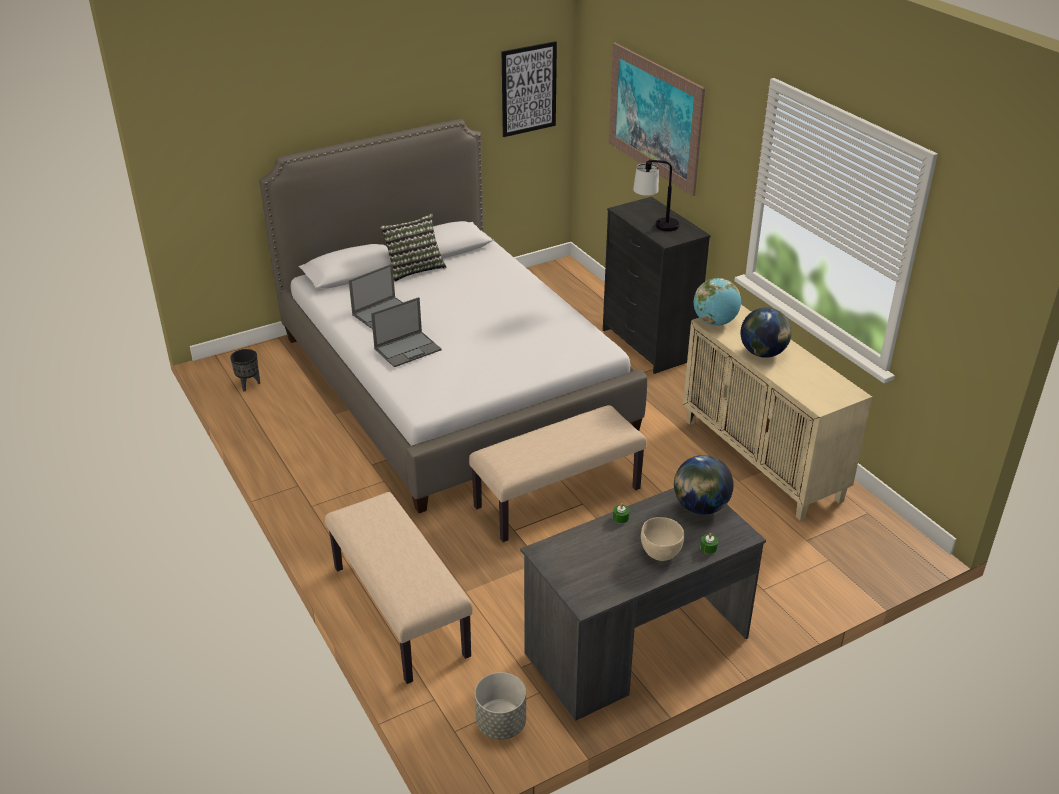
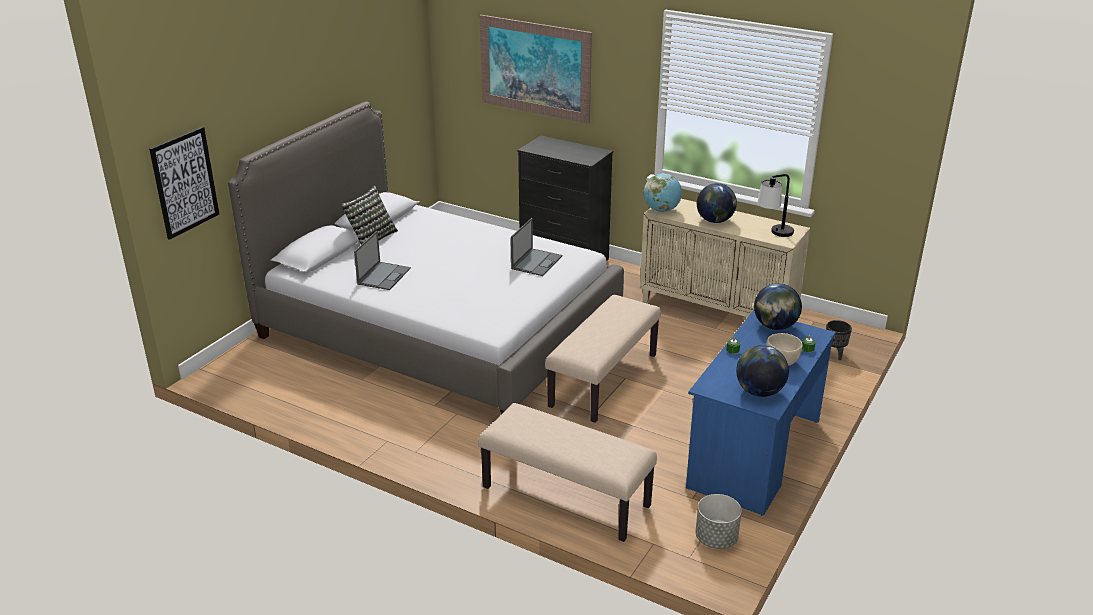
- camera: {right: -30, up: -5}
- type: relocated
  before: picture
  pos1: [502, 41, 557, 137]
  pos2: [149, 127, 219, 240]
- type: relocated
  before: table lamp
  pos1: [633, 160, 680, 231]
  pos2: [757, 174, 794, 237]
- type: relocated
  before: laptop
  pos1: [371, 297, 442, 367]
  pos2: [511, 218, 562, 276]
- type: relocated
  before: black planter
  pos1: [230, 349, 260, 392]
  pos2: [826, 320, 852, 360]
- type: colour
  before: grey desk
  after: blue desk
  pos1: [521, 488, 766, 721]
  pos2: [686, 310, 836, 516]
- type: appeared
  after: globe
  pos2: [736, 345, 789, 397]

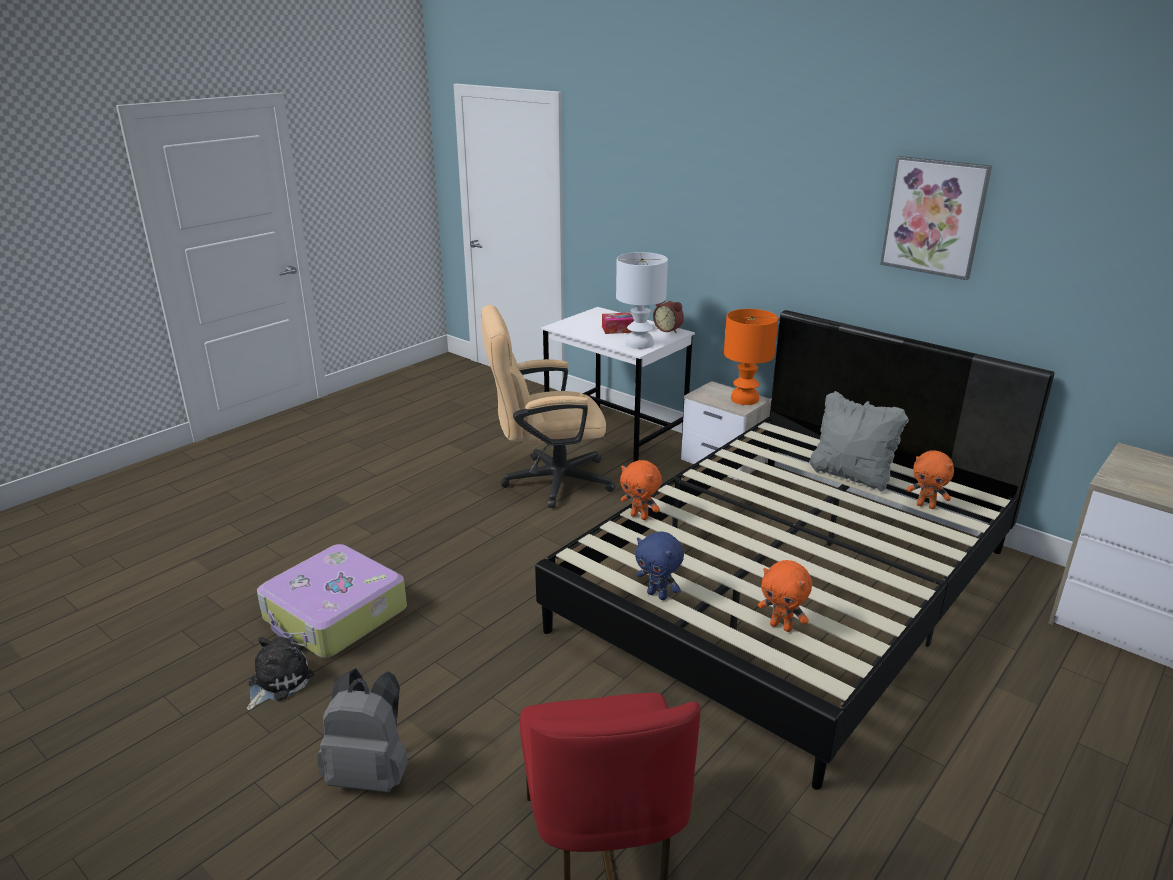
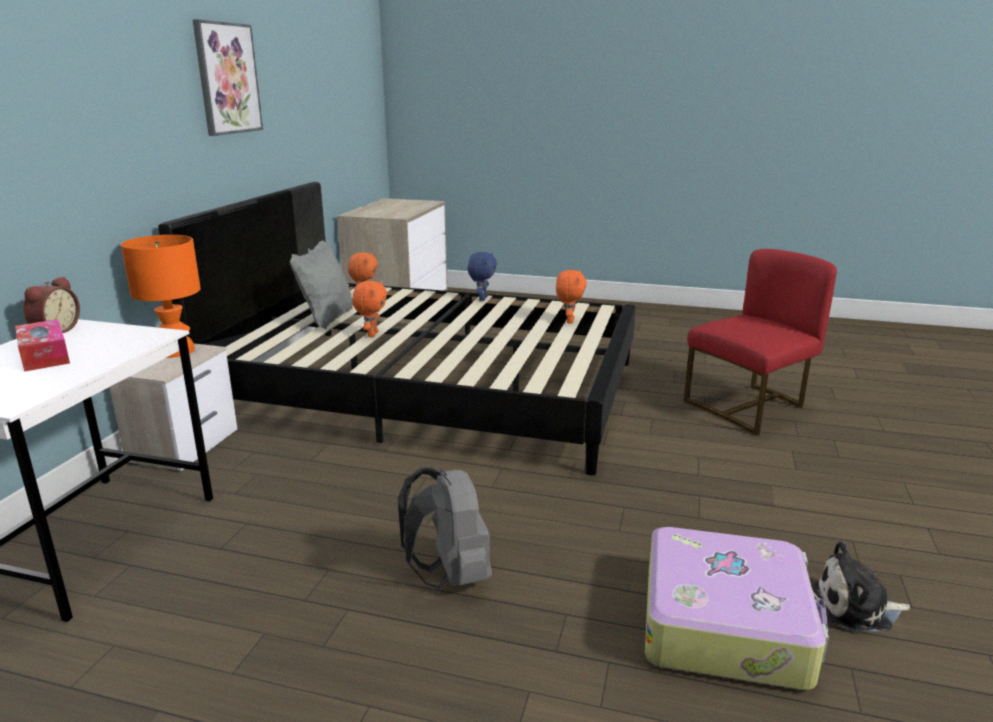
- camera: {right: -115, up: -5}
- type: missing
  before: white table lamp
  pos1: [616, 252, 668, 349]
- type: missing
  before: beige office chair
  pos1: [481, 305, 616, 508]
- type: relocated
  before: orange plush toy
  pos1: [620, 460, 662, 520]
  pos2: [352, 281, 387, 337]
- type: relocated
  before: blue plush toy
  pos1: [635, 532, 684, 600]
  pos2: [467, 252, 497, 301]
- type: relocated
  before: grey backpack
  pos1: [317, 668, 408, 792]
  pos2: [398, 468, 492, 588]

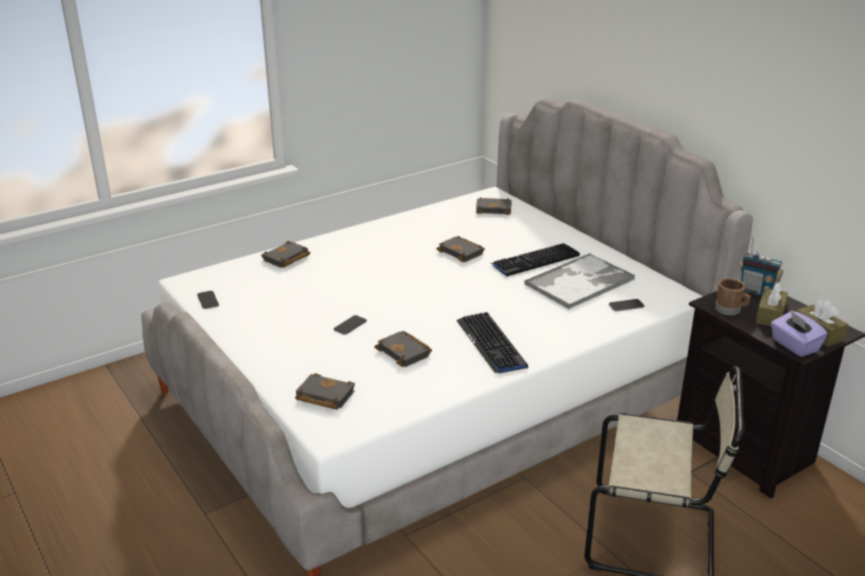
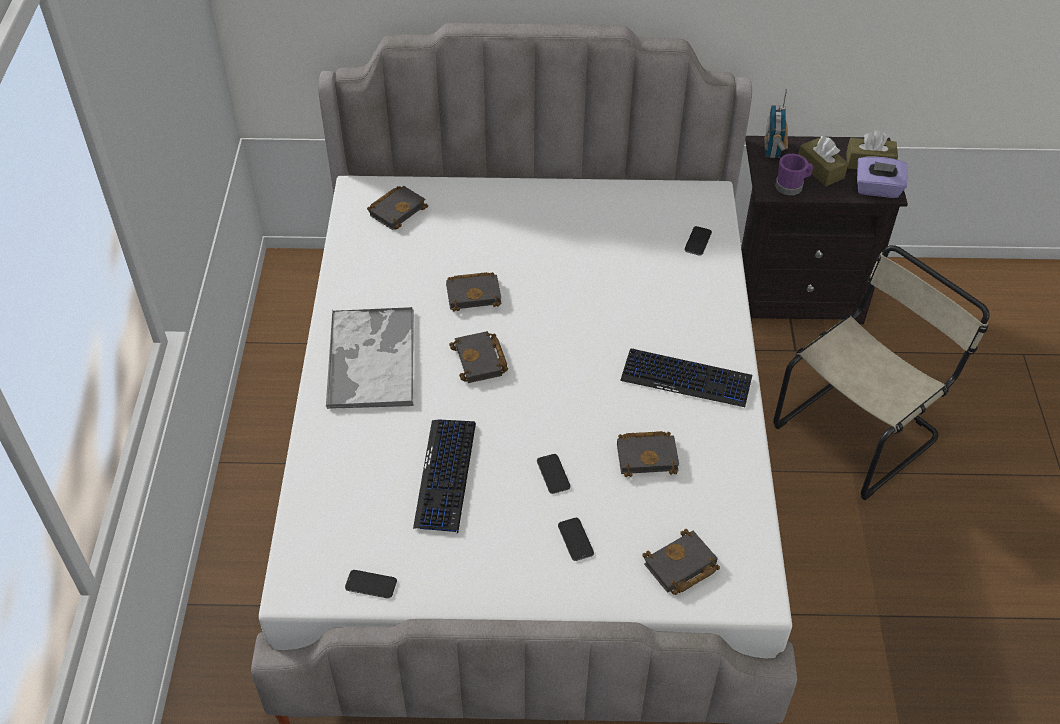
- camera: {right: -55, up: 20}
- type: spun
  before: radio
  pos1: [739, 236, 783, 296]
  pos2: [764, 89, 788, 158]
  turn: 120
- type: relocated
  before: black book
  pos1: [261, 241, 310, 268]
  pos2: [449, 331, 508, 383]
- type: relocated
  before: keyboard
  pos1: [490, 243, 580, 277]
  pos2: [413, 419, 476, 533]
- type: relocated
  before: tray
  pos1: [524, 253, 635, 310]
  pos2: [326, 307, 414, 409]
- type: colour
  before: brown mug
  after: purple mug
  pos1: [715, 278, 751, 315]
  pos2: [775, 154, 813, 195]
- type: appeared
  after: phone
  pos2: [558, 518, 594, 561]

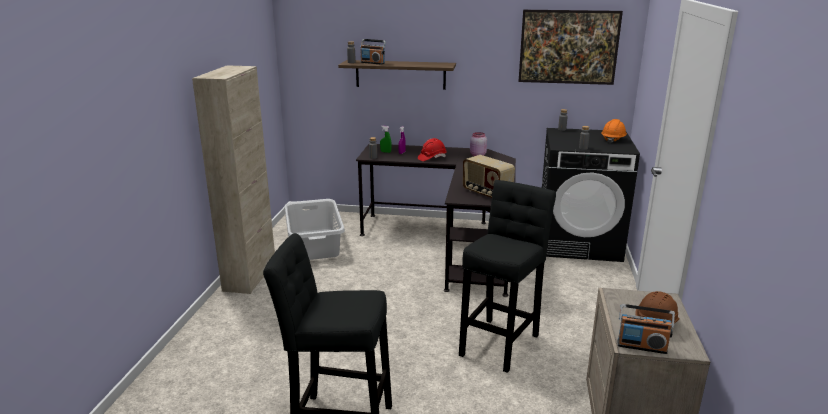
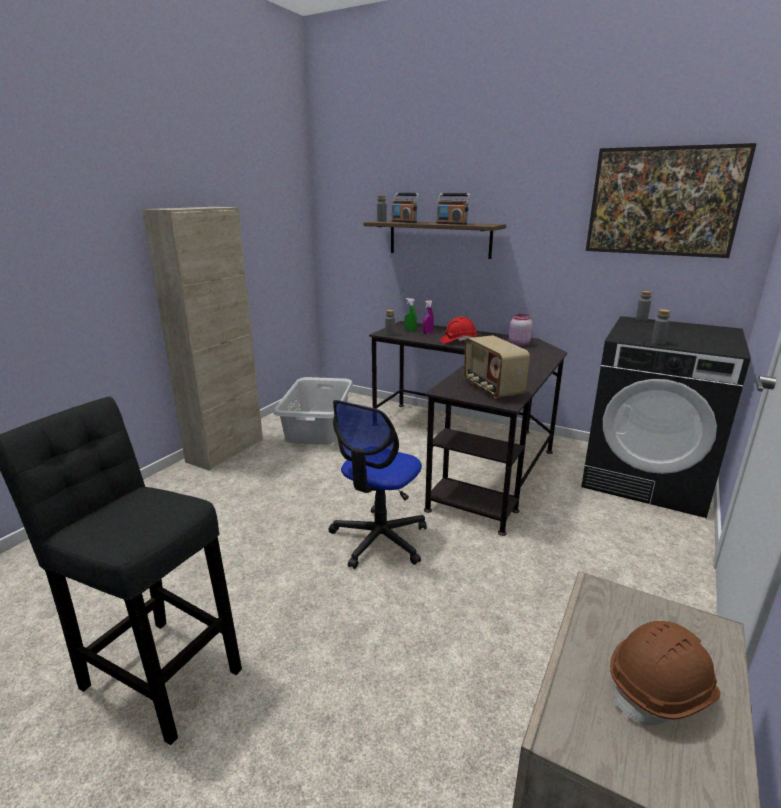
- camera: {right: 20, up: 0}
- type: missing
  before: orange hard hat
  pos1: [601, 119, 627, 143]
- type: missing
  before: black stool
  pos1: [459, 180, 556, 373]
- type: relocated
  before: radio
  pos1: [618, 304, 675, 354]
  pos2: [436, 193, 471, 225]
- type: appeared
  after: office chair
  pos2: [328, 400, 427, 569]

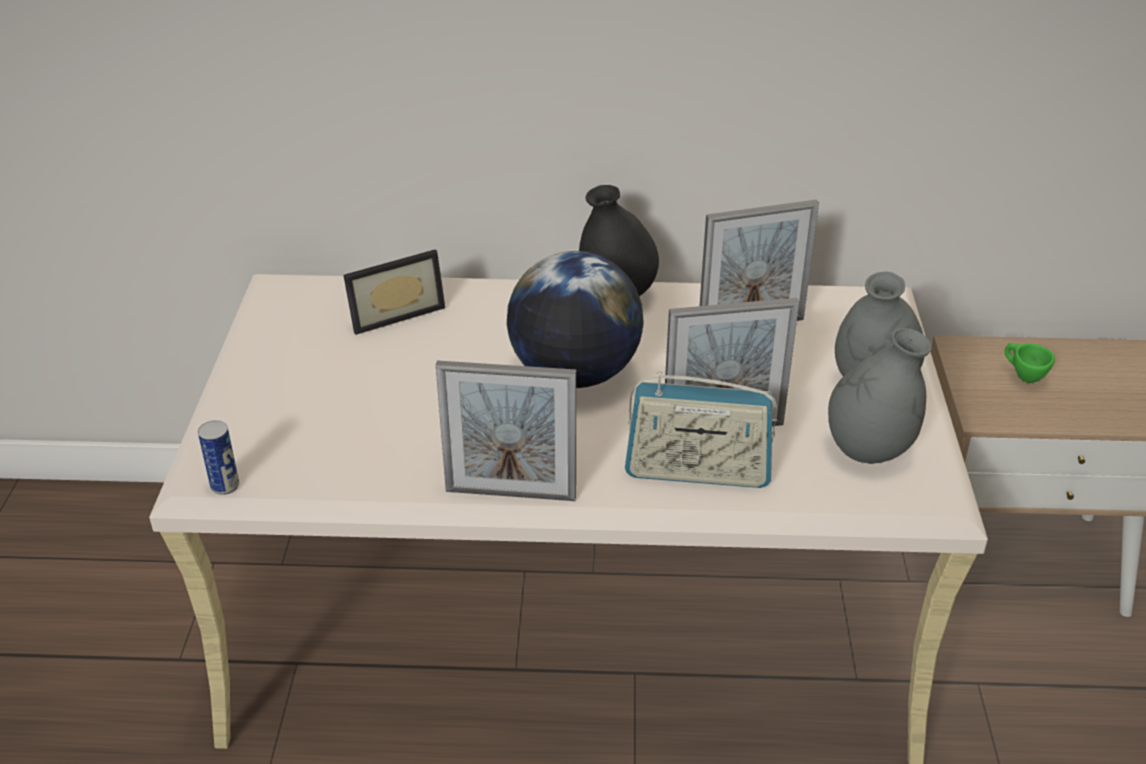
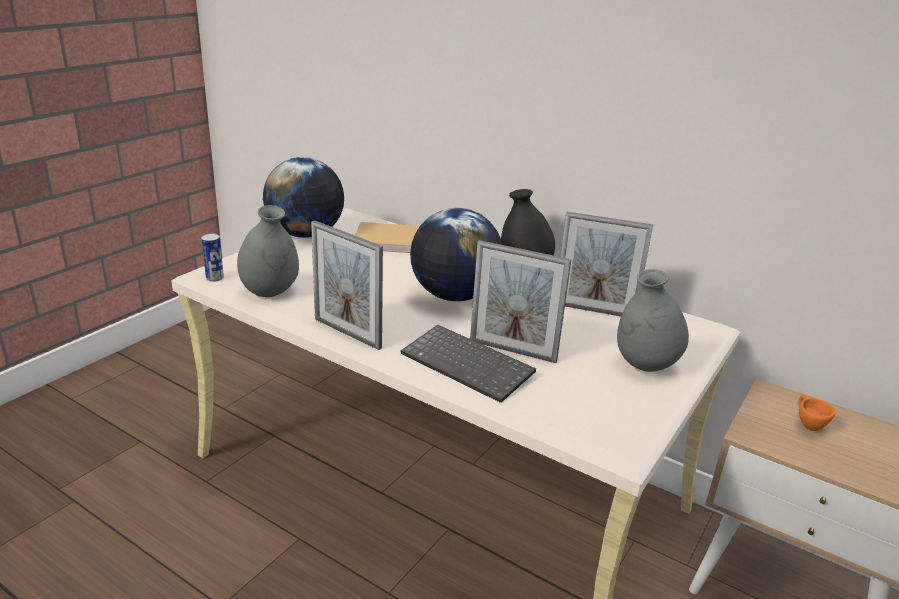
- camera: {right: 30, up: -10}
- type: exchanged
  before: picture frame
  after: beige book
  pos1: [343, 249, 445, 335]
  pos2: [355, 222, 420, 253]
- type: relocated
  before: grey vase
  pos1: [828, 328, 931, 464]
  pos2: [237, 205, 299, 297]
- type: colour
  before: green cup
  after: orange cup
  pos1: [1004, 343, 1055, 383]
  pos2: [798, 394, 836, 431]
- type: exchanged
  before: radio
  after: keyboard
  pos1: [625, 371, 777, 488]
  pos2: [401, 325, 536, 403]
- type: appeared
  after: globe
  pos2: [263, 157, 344, 238]

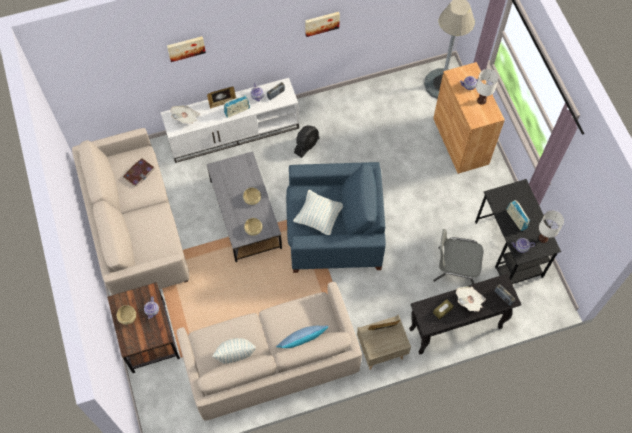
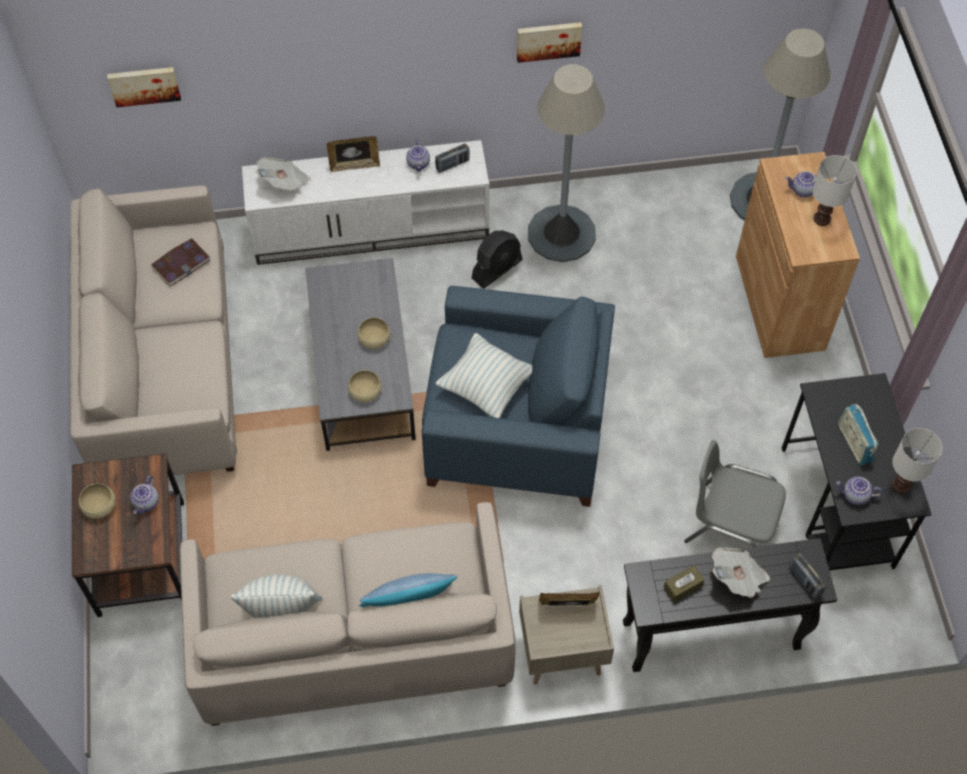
- camera: {right: 10, up: -5}
- type: relocated
  before: picture
  pos1: [167, 36, 206, 62]
  pos2: [107, 67, 181, 107]
- type: missing
  before: radio
  pos1: [224, 95, 250, 118]
- type: appeared
  after: grey floor lamp
  pos2: [528, 64, 605, 262]

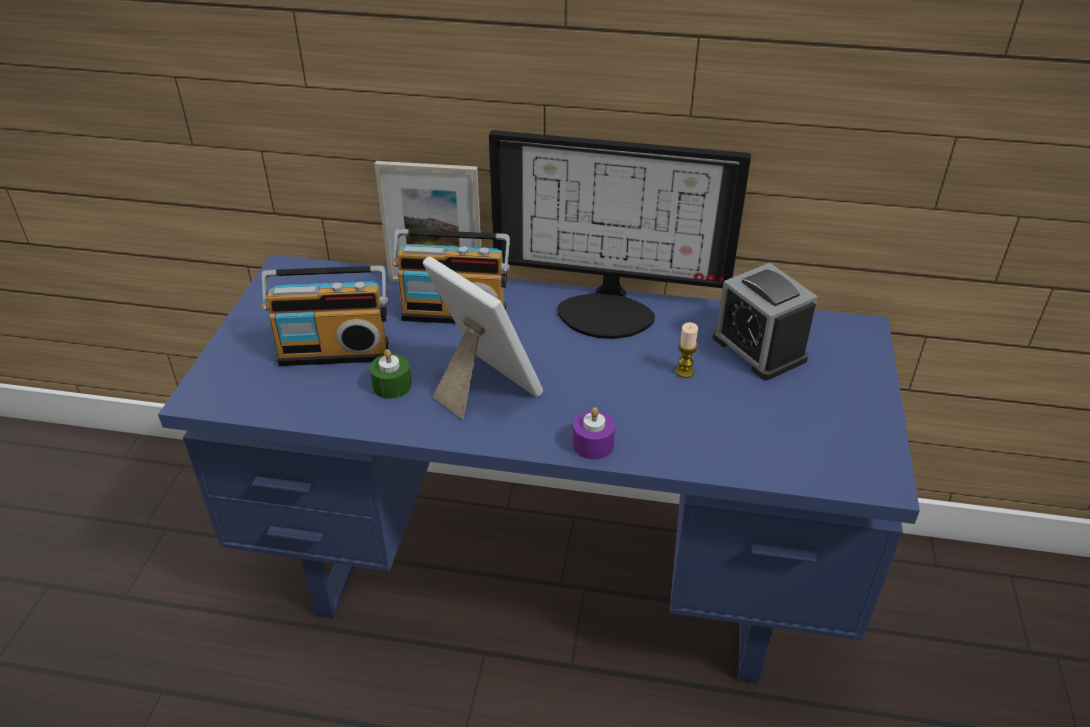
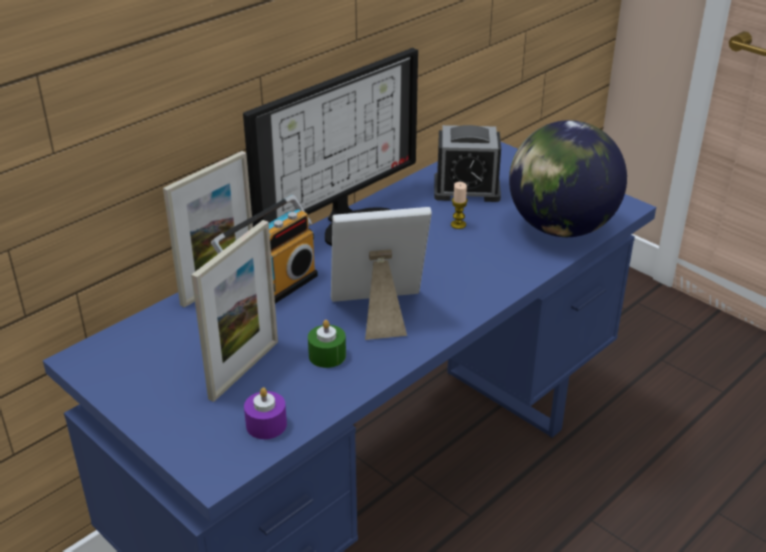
- camera: {right: -55, up: -5}
- type: exchanged
  before: radio
  after: picture frame
  pos1: [262, 265, 388, 366]
  pos2: [191, 220, 278, 402]
- type: relocated
  before: purple candle
  pos1: [573, 407, 615, 459]
  pos2: [244, 387, 287, 439]
- type: appeared
  after: globe
  pos2: [509, 120, 627, 237]

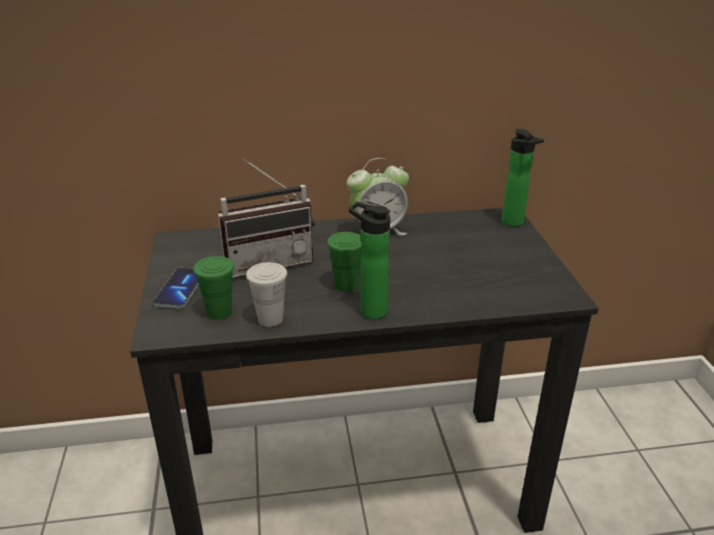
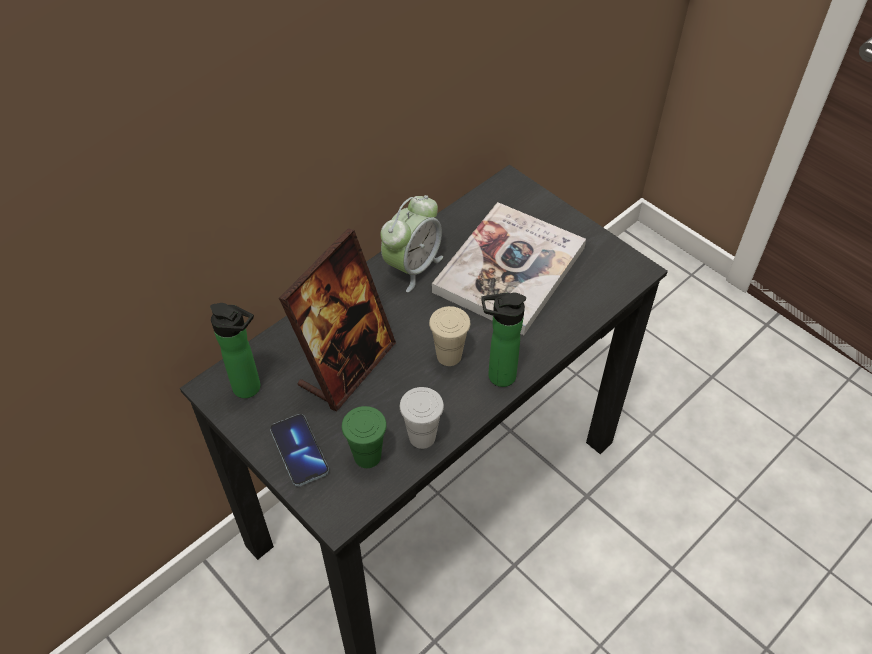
- camera: {right: -35, up: 20}
- type: relocated
  before: bottle
  pos1: [502, 129, 544, 227]
  pos2: [210, 303, 260, 398]
- type: exchanged
  before: radio
  after: picture frame
  pos1: [218, 158, 315, 277]
  pos2: [279, 229, 396, 412]
- type: colour
  before: green cup
  after: beige cup
  pos1: [327, 232, 362, 291]
  pos2: [429, 306, 470, 366]
- type: appeared
  after: book
  pos2: [432, 202, 586, 335]

